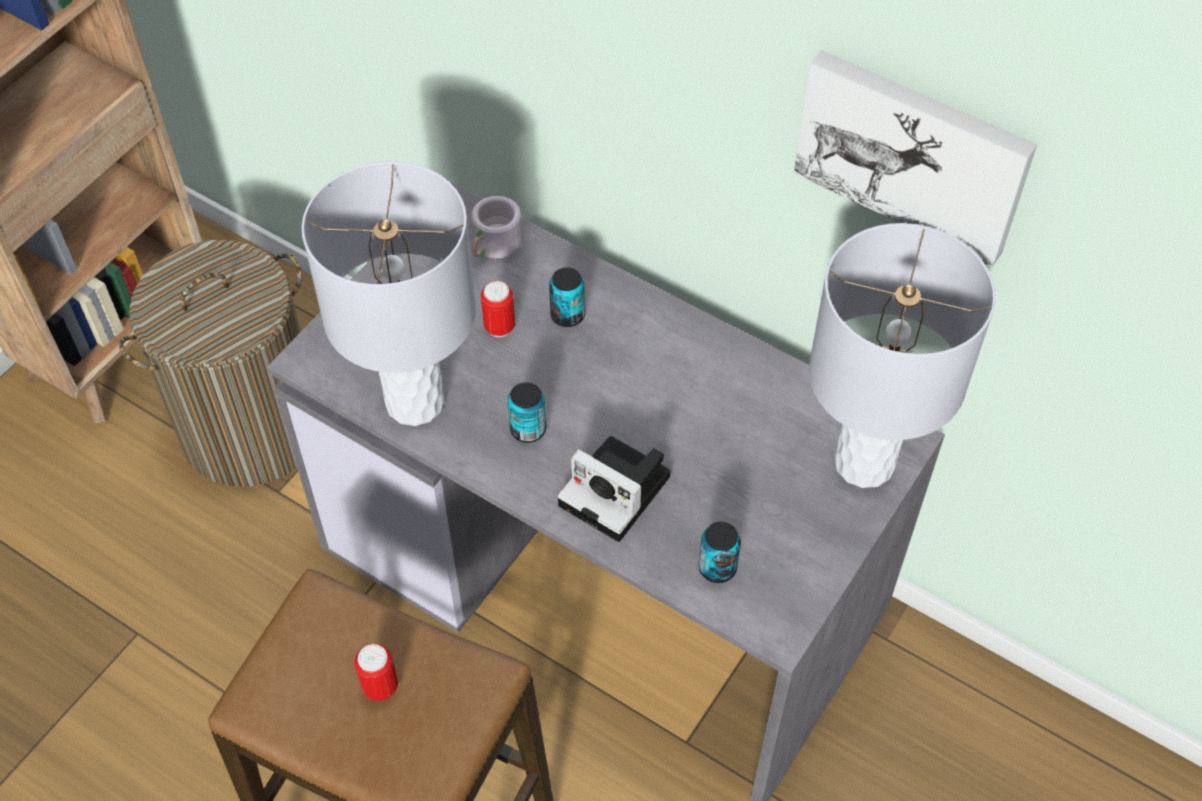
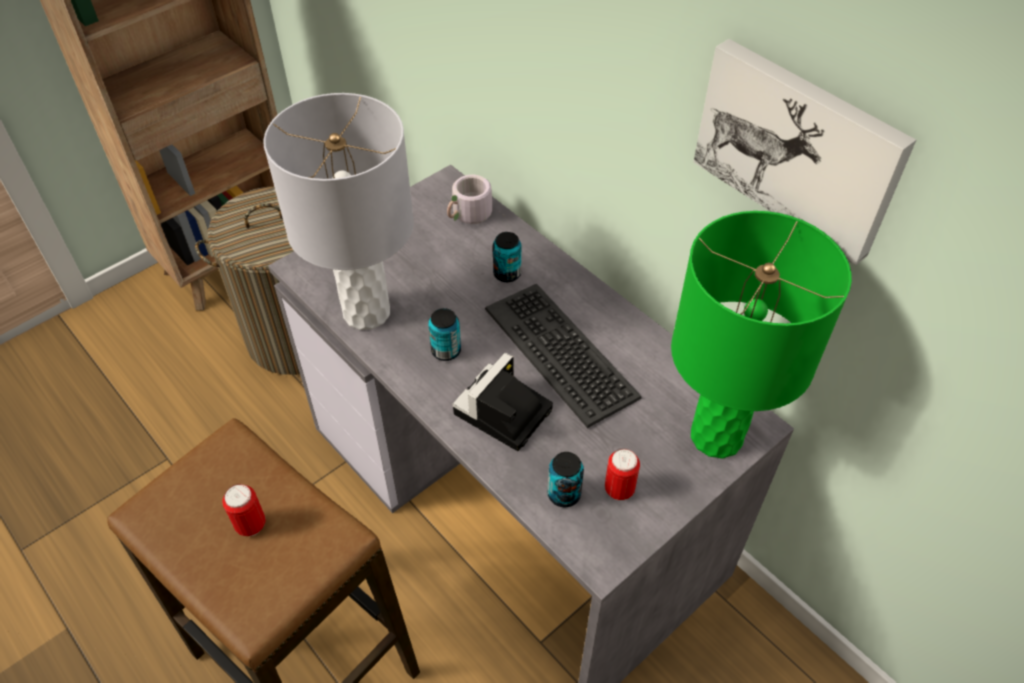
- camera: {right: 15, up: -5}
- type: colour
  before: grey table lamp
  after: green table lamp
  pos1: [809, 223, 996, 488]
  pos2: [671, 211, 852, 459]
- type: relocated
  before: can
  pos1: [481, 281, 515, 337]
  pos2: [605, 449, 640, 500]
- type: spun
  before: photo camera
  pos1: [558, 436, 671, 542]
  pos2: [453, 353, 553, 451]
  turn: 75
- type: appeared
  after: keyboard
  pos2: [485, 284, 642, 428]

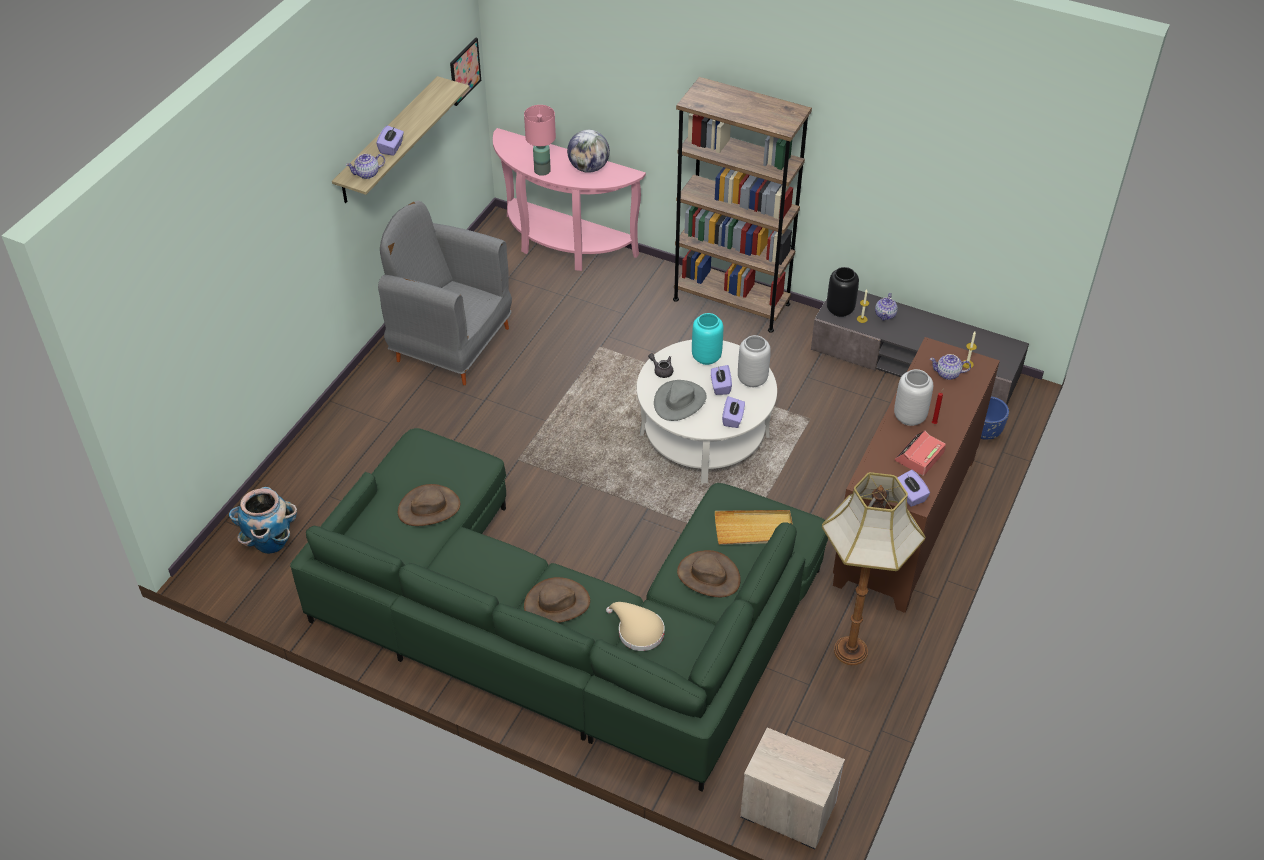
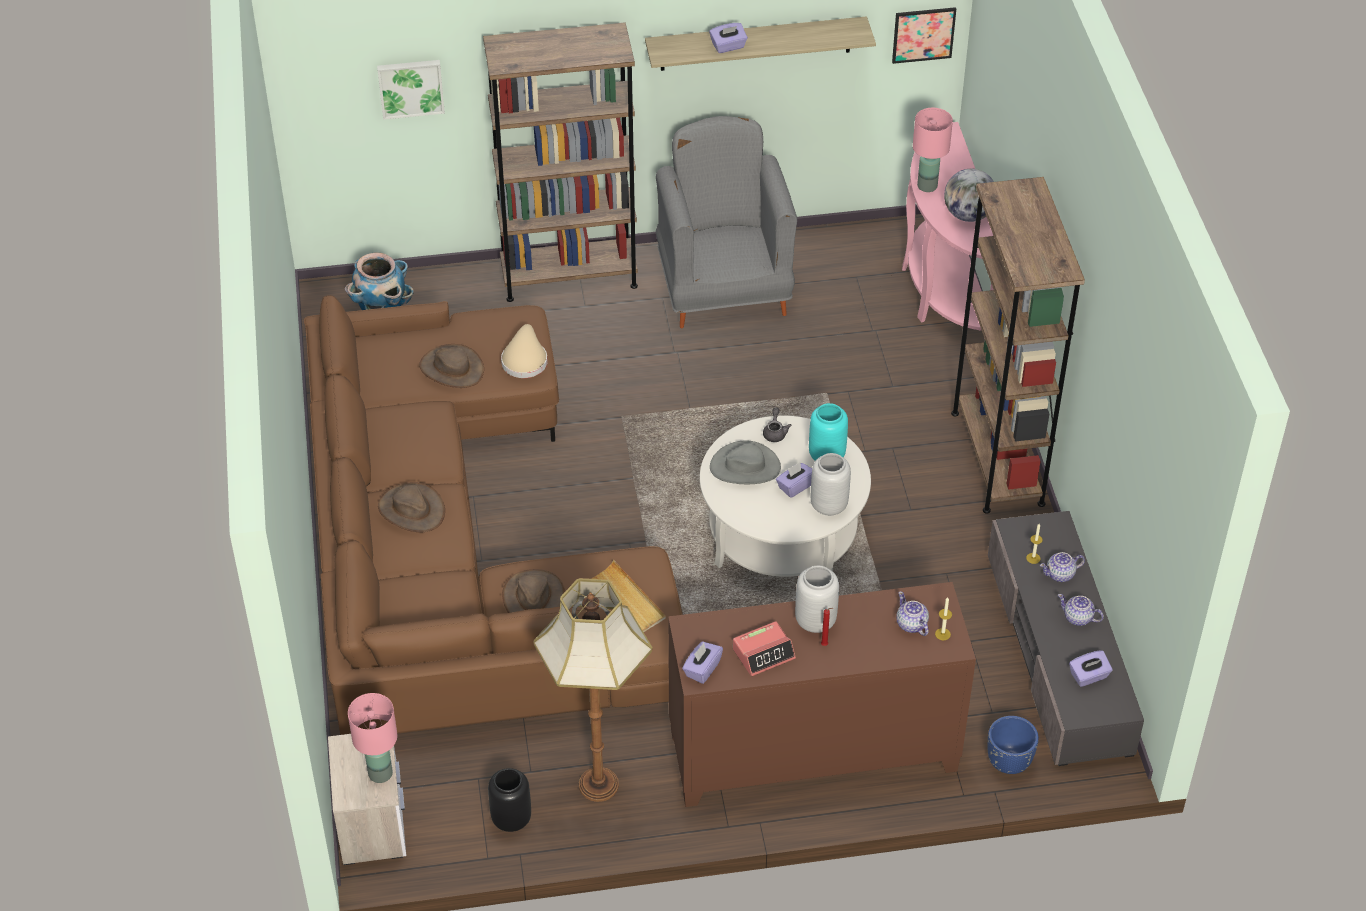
- camera: {right: 55, up: 0}
- type: relocated
  before: teapot
  pos1: [346, 154, 385, 179]
  pos2: [1058, 594, 1104, 626]
- type: relocated
  before: black vase
  pos1: [827, 267, 859, 317]
  pos2: [488, 768, 531, 832]
- type: relocated
  before: purple tissue box
  pos1: [722, 396, 745, 428]
  pos2: [1069, 650, 1113, 687]
- type: colour
  before: green sofa
  after: brown sofa
  pos1: [290, 428, 828, 791]
  pos2: [304, 295, 683, 735]
- type: spun
  before: alarm clock
  pos1: [895, 430, 946, 476]
  pos2: [733, 621, 796, 676]
  turn: 150
- type: relocated
  before: beige hat
  pos1: [606, 602, 665, 651]
  pos2: [501, 324, 547, 378]
- type: appeared
  after: brown bookcase
  pos2: [483, 22, 638, 302]
- type: appeared
  after: picture
  pos2: [377, 60, 445, 120]
- type: appeared
  after: pink table lamp
  pos2: [348, 693, 397, 783]

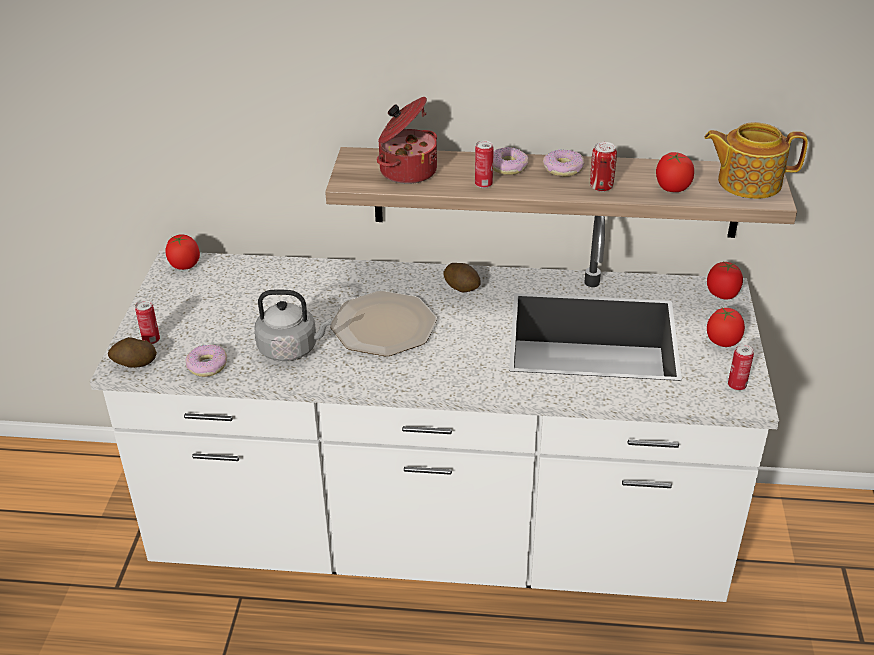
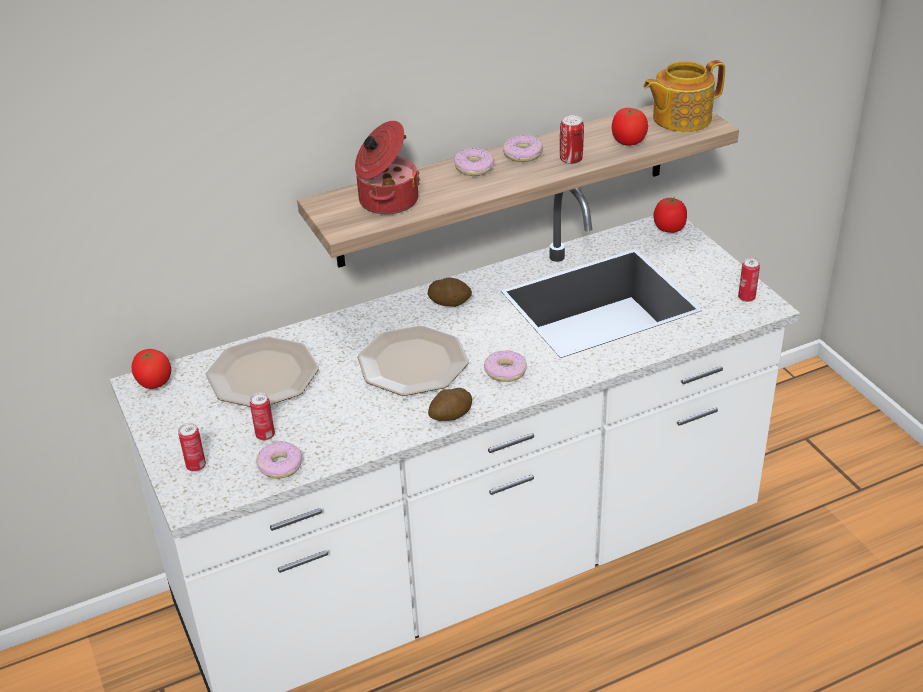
- camera: {right: -30, up: 0}
- type: relocated
  before: can
  pos1: [475, 140, 494, 188]
  pos2: [250, 393, 275, 440]
- type: missing
  before: grey kettle
  pos1: [255, 289, 331, 361]
- type: missing
  before: tomato
  pos1: [707, 308, 745, 347]
- type: relocated
  before: potato
  pos1: [108, 337, 157, 368]
  pos2: [428, 388, 472, 421]
- type: appeared
  after: plate
  pos2: [206, 336, 319, 407]
- type: appeared
  after: donut
  pos2: [484, 350, 527, 382]

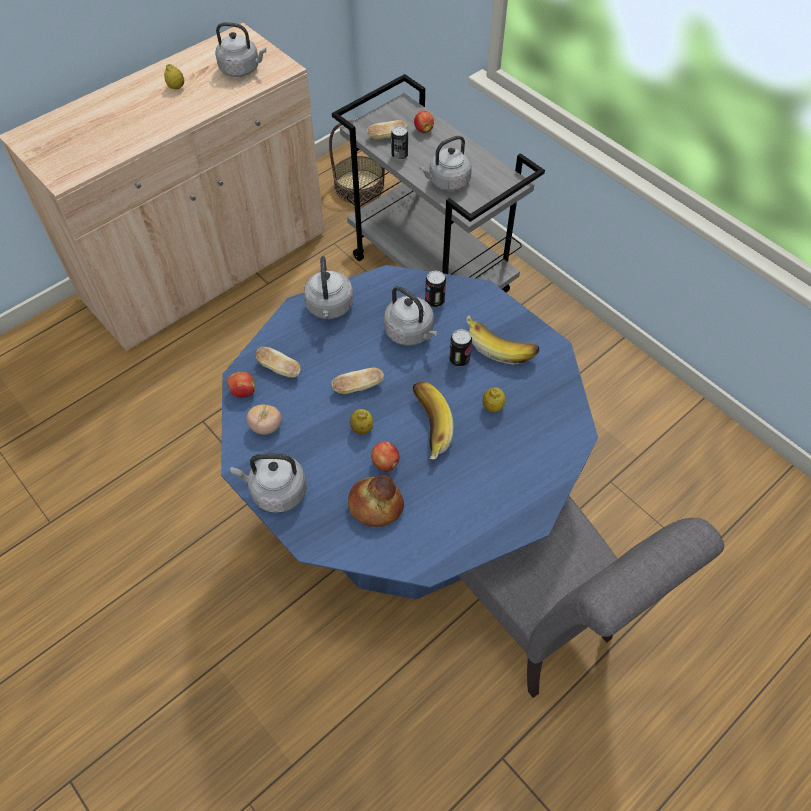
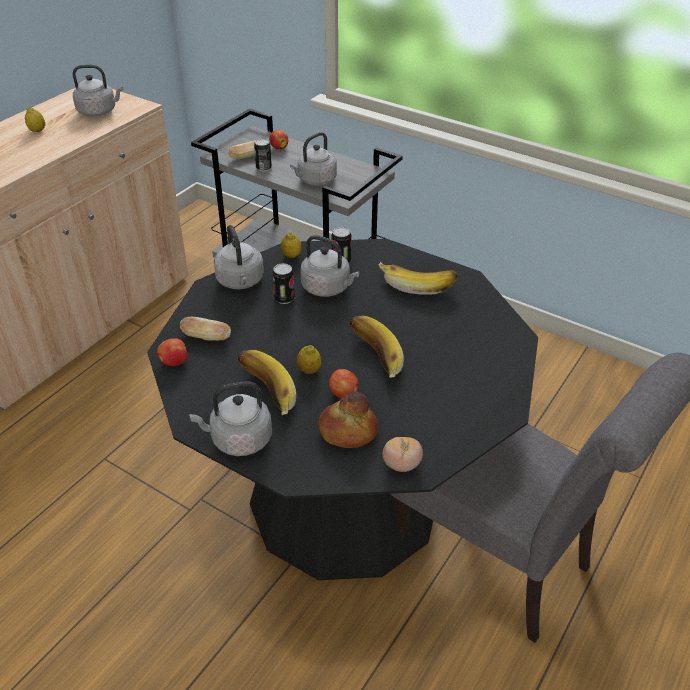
- camera: {right: -15, up: -15}
- type: missing
  before: basket
  pos1: [329, 120, 385, 204]
- type: colour
  before: blue dining table
  after: black dining table
  pos1: [221, 265, 598, 599]
  pos2: [147, 239, 538, 580]
- type: relocated
  before: can
  pos1: [449, 329, 472, 367]
  pos2: [272, 263, 295, 304]
- type: missing
  before: bread
  pos1: [331, 367, 384, 394]
- type: relocated
  before: lemon
  pos1: [483, 387, 506, 413]
  pos2: [281, 232, 302, 258]
- type: relocated
  before: tomato
  pos1: [246, 404, 282, 435]
  pos2: [382, 437, 423, 472]
- type: appeared
  after: banana
  pos2: [238, 350, 297, 415]

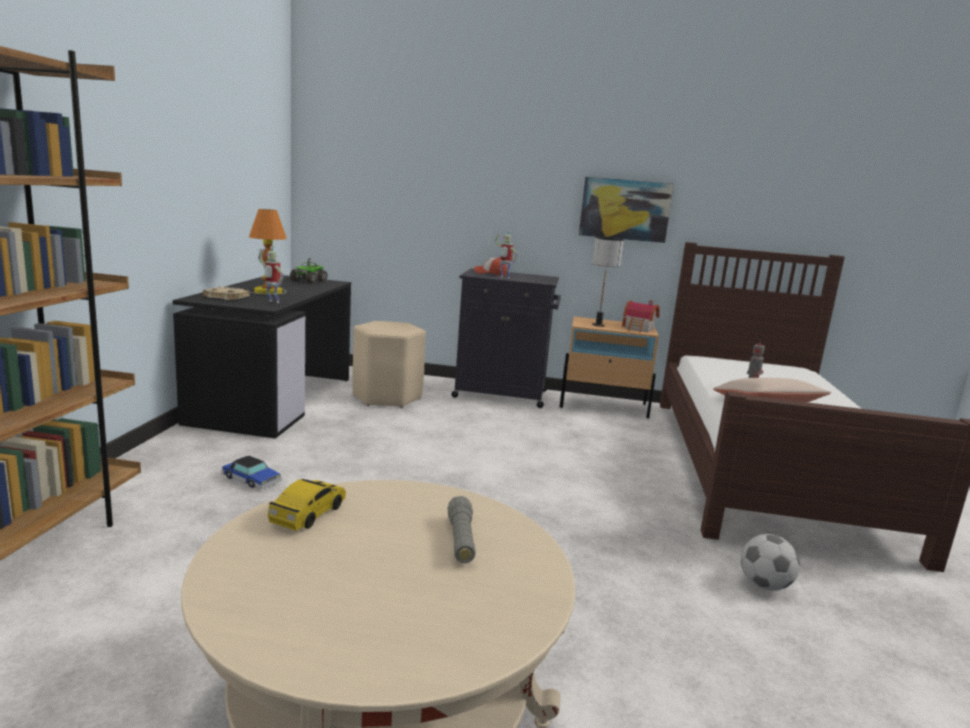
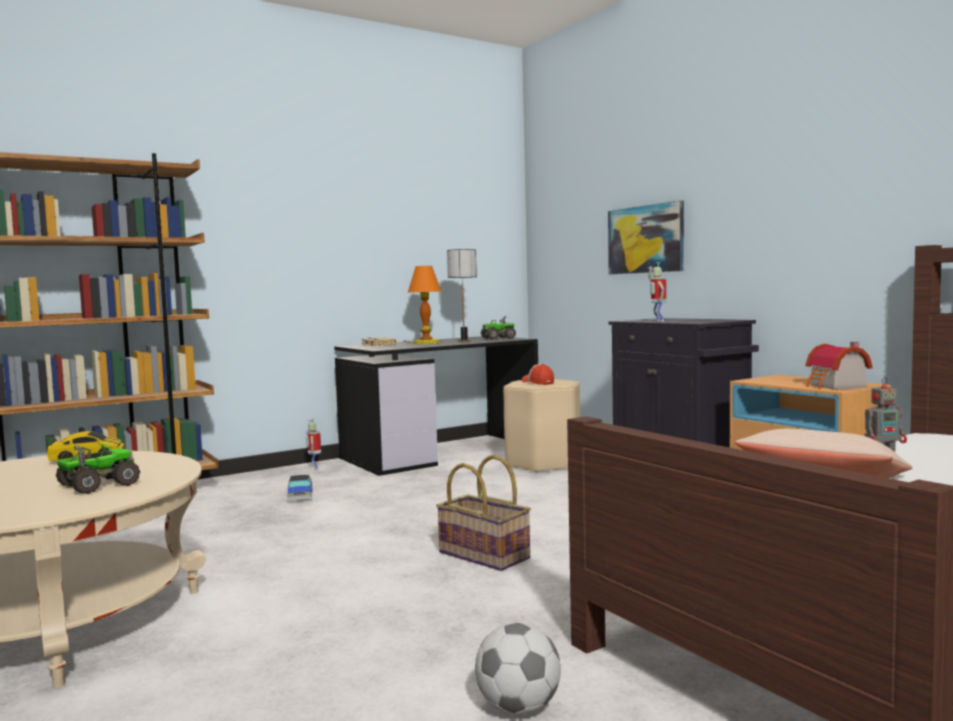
- camera: {right: 50, up: -10}
- type: relocated
  before: picture
  pos1: [579, 177, 674, 243]
  pos2: [608, 200, 684, 274]
- type: relocated
  before: table lamp
  pos1: [592, 237, 624, 327]
  pos2: [447, 249, 477, 342]
- type: relocated
  before: toy robot
  pos1: [258, 246, 284, 303]
  pos2: [306, 418, 321, 470]
- type: relocated
  before: cap
  pos1: [474, 257, 507, 276]
  pos2: [522, 364, 554, 385]
- type: exchanged
  before: grey flashlight
  after: toy truck
  pos1: [447, 496, 476, 563]
  pos2: [55, 444, 140, 494]
- type: appeared
  after: basket
  pos2: [436, 455, 531, 571]

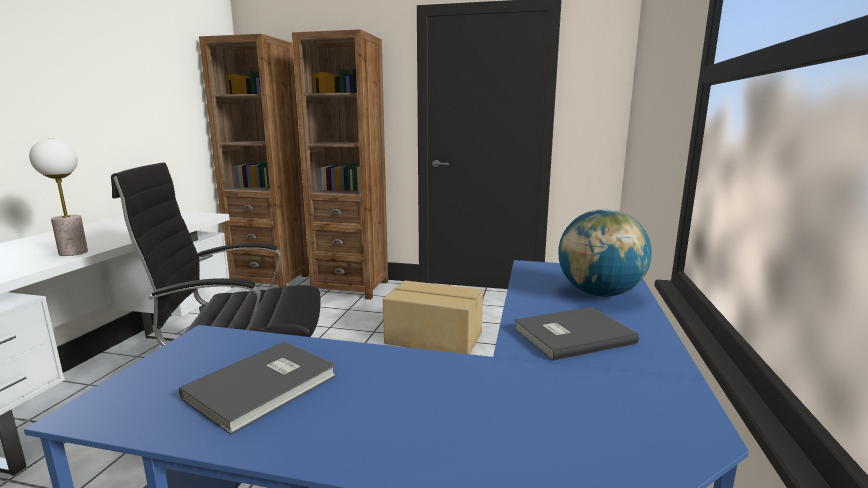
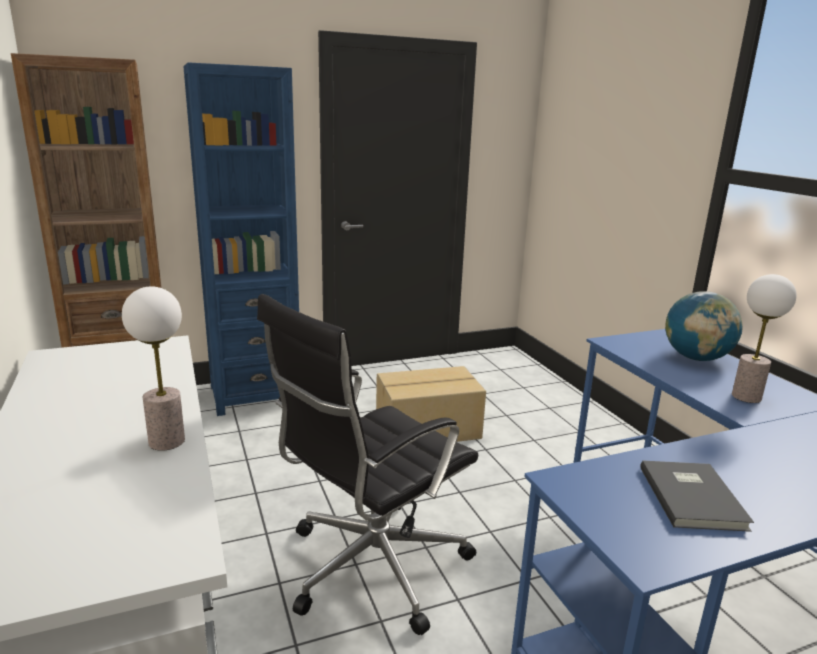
- camera: {right: -35, up: 5}
- type: colour
  before: brown bookcase
  after: blue bookcase
  pos1: [292, 29, 388, 300]
  pos2: [183, 62, 299, 416]
- type: exchanged
  before: grey book
  after: table lamp
  pos1: [514, 307, 639, 361]
  pos2: [732, 274, 797, 403]

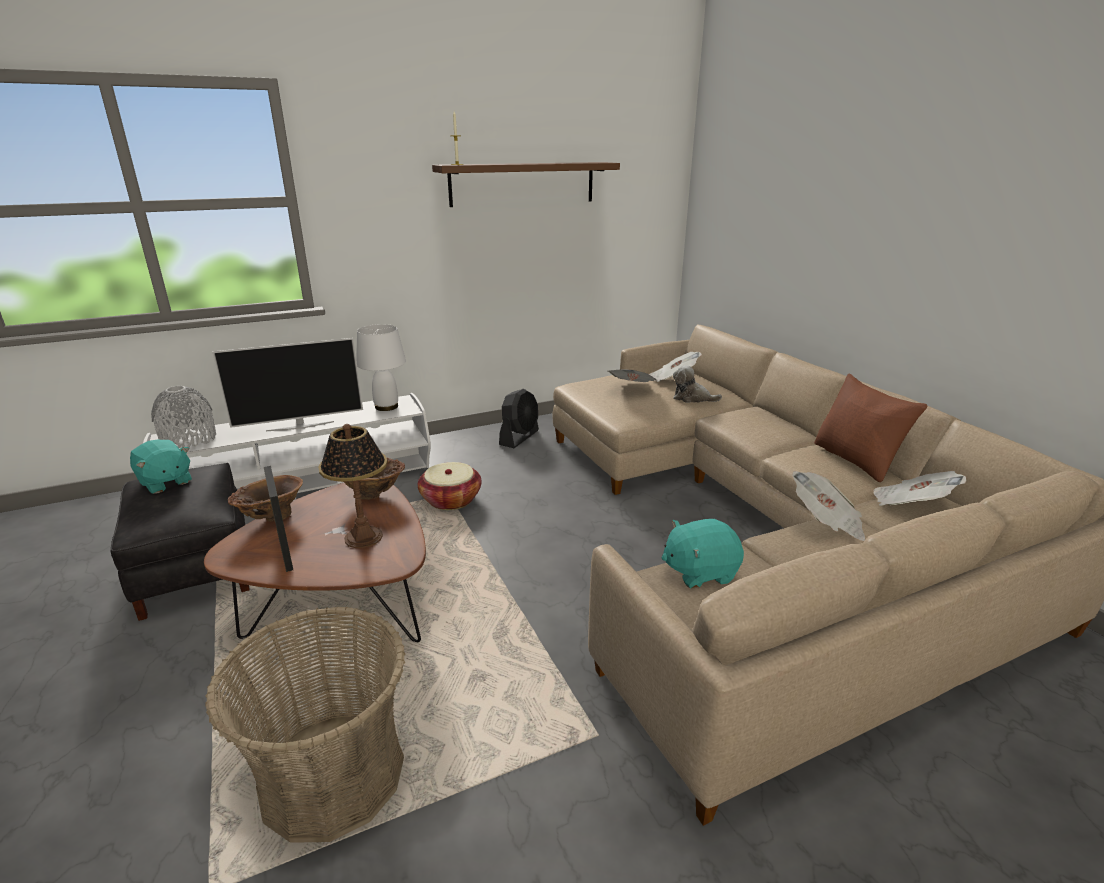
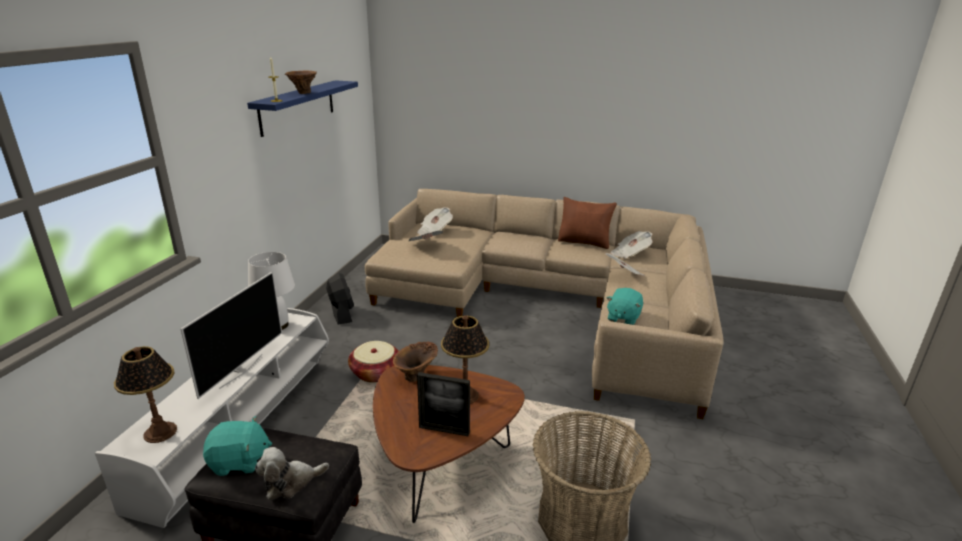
- camera: {right: -50, up: 0}
- type: colour
  before: brown shelf
  after: blue shelf
  pos1: [432, 162, 620, 207]
  pos2: [247, 80, 358, 137]
- type: relocated
  before: plush toy
  pos1: [673, 365, 722, 403]
  pos2: [255, 447, 329, 500]
- type: exchanged
  before: grey vase
  after: table lamp
  pos1: [151, 386, 216, 448]
  pos2: [114, 346, 177, 443]
- type: relocated
  before: brown vase
  pos1: [228, 475, 303, 522]
  pos2: [285, 70, 317, 94]

